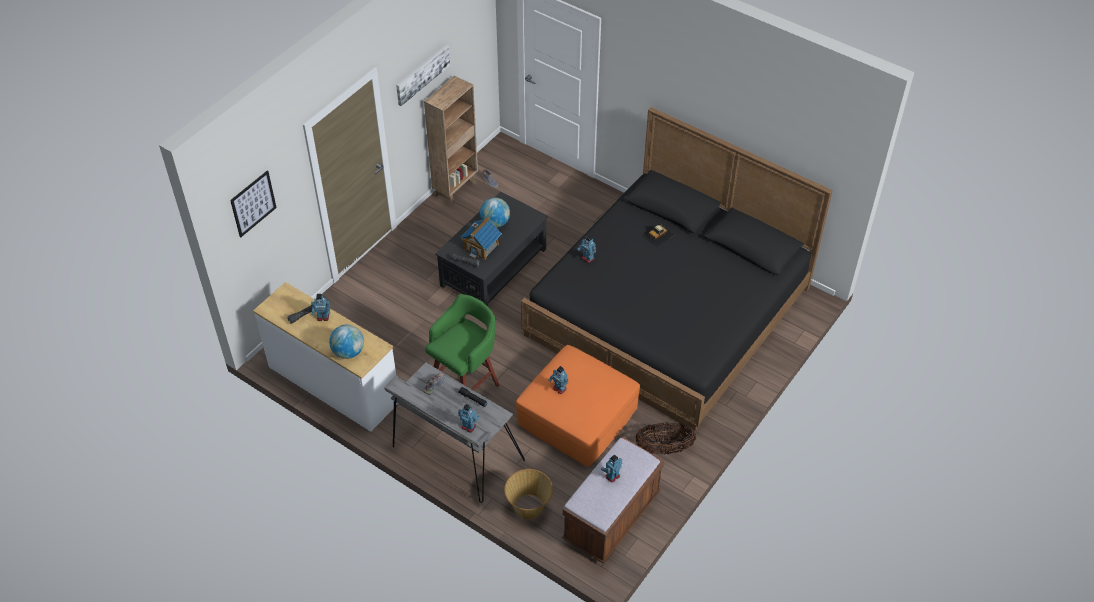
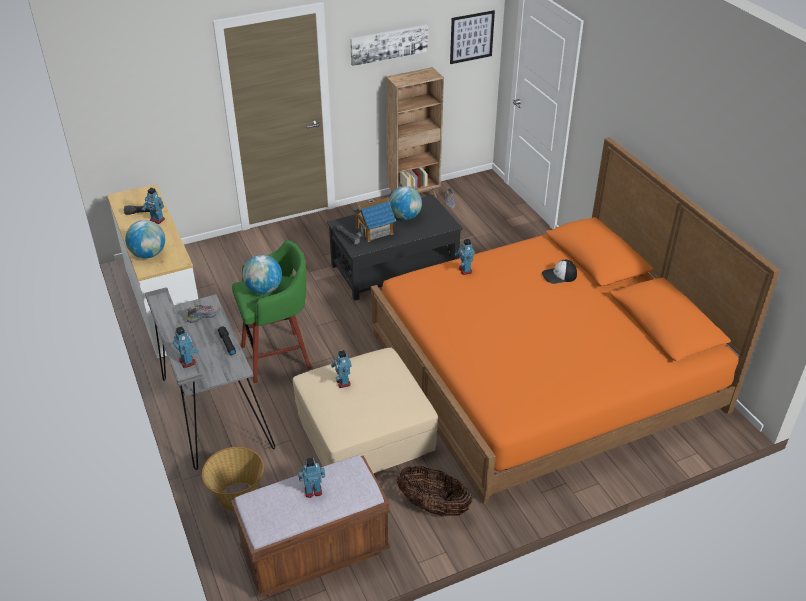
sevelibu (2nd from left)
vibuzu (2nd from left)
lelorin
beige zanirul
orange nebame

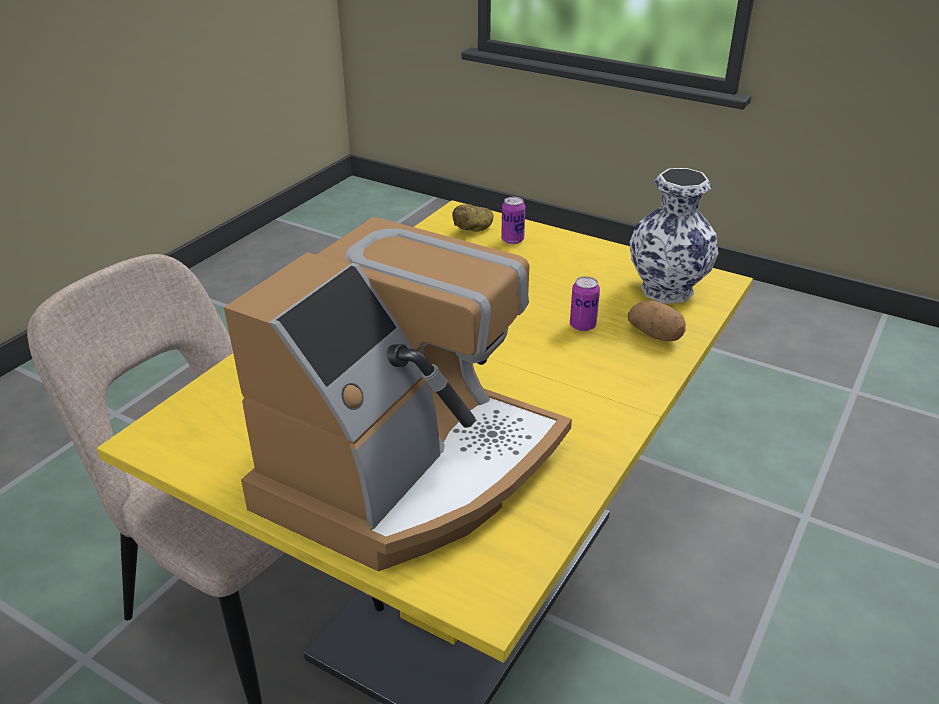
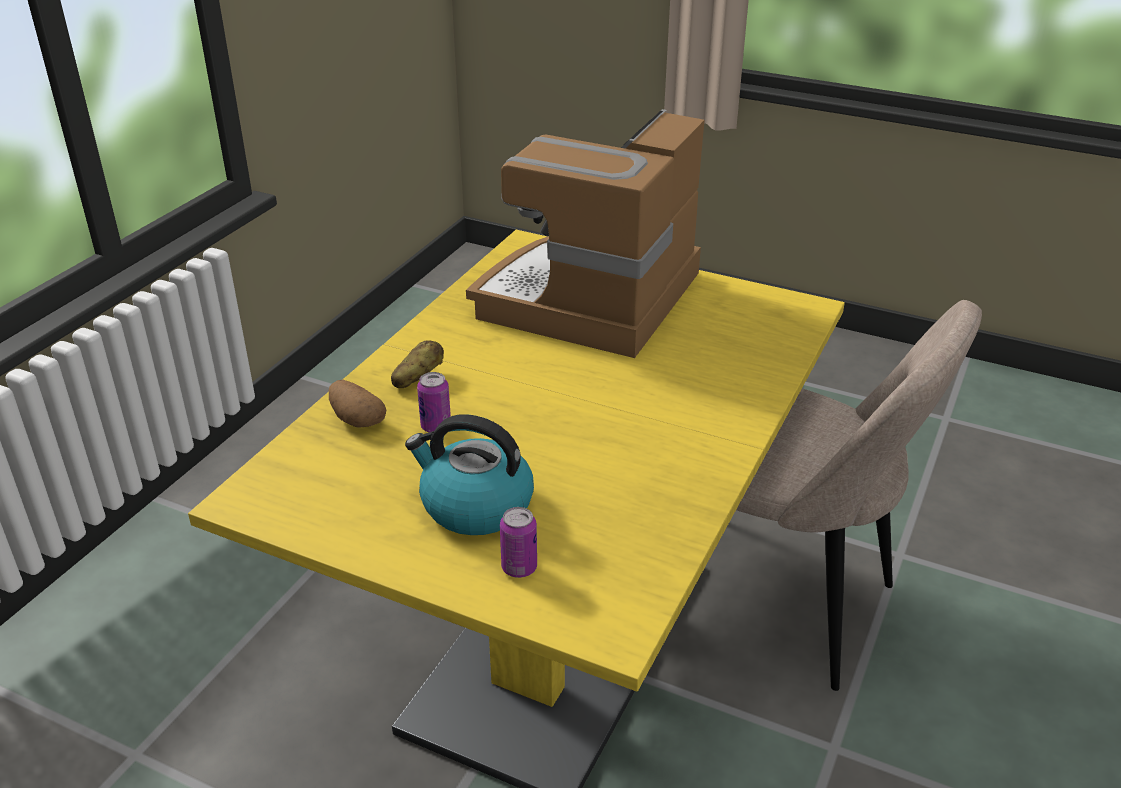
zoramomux
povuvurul
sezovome (2nd from left)

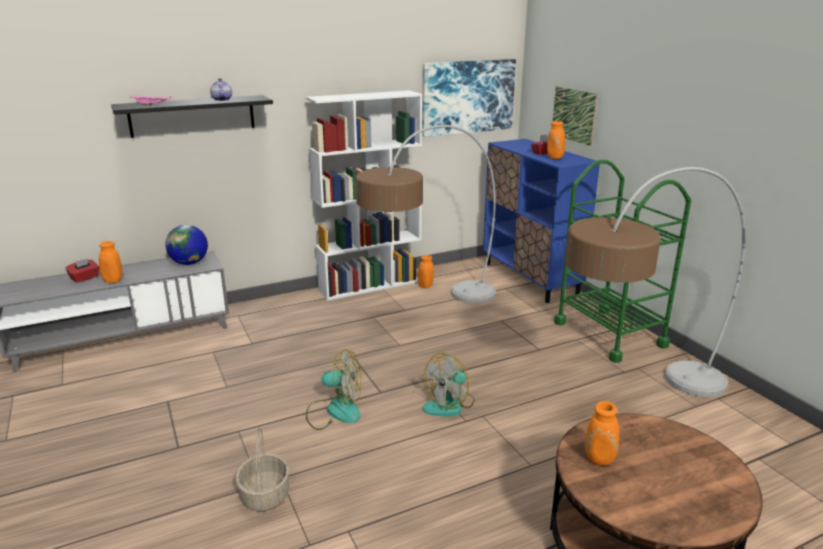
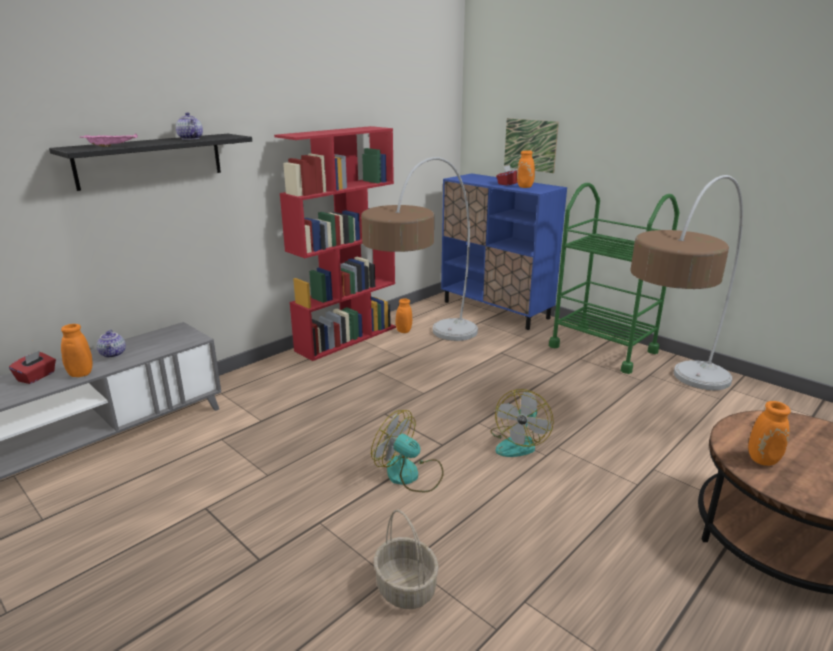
sevelibu
vibuzu (1st from left in the first image)
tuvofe (1st from left)
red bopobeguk
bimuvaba (1st from left)

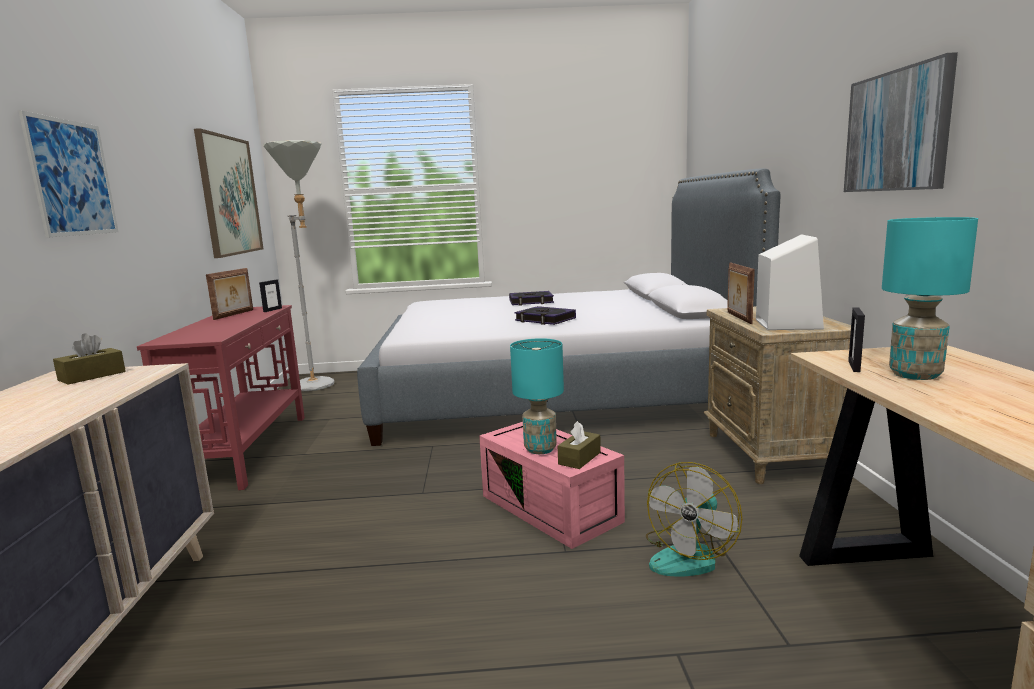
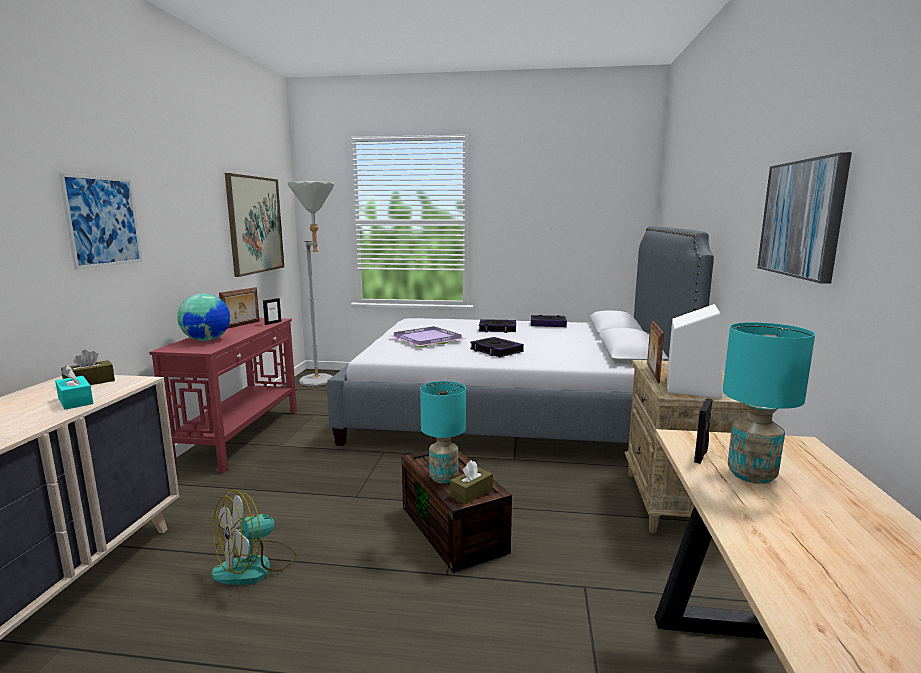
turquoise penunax
sevelibu
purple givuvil
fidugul (3rd from left)
bimuvaba
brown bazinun

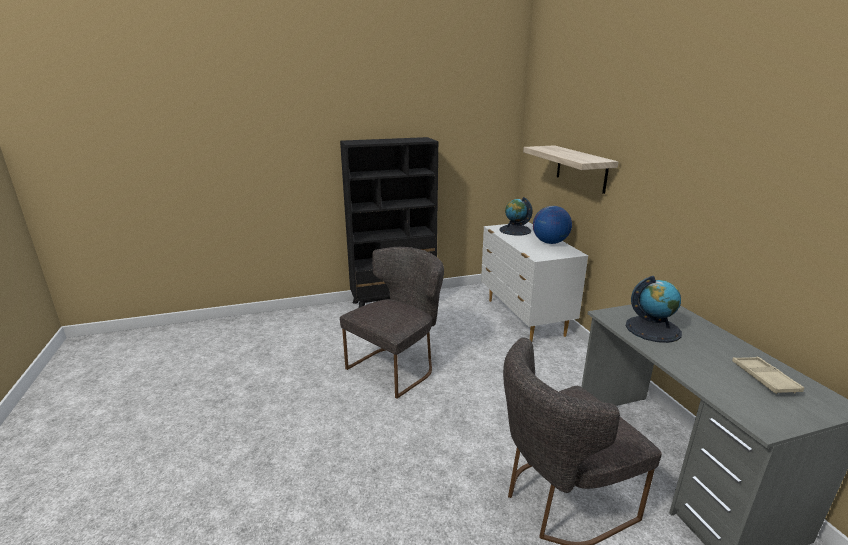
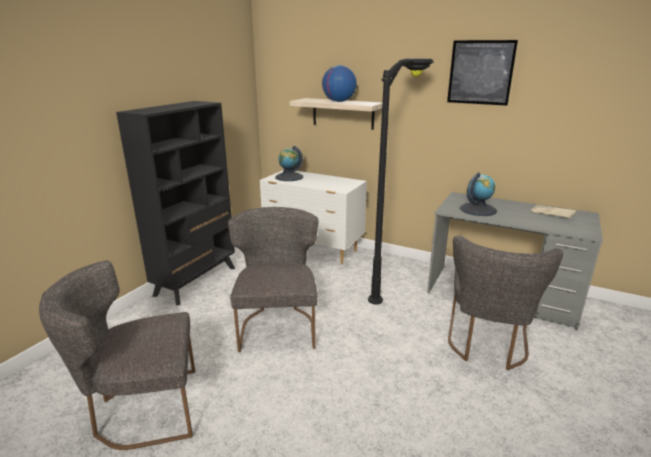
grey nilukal (1st from left)
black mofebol
vibuzu
sevelibu (2nd from left)

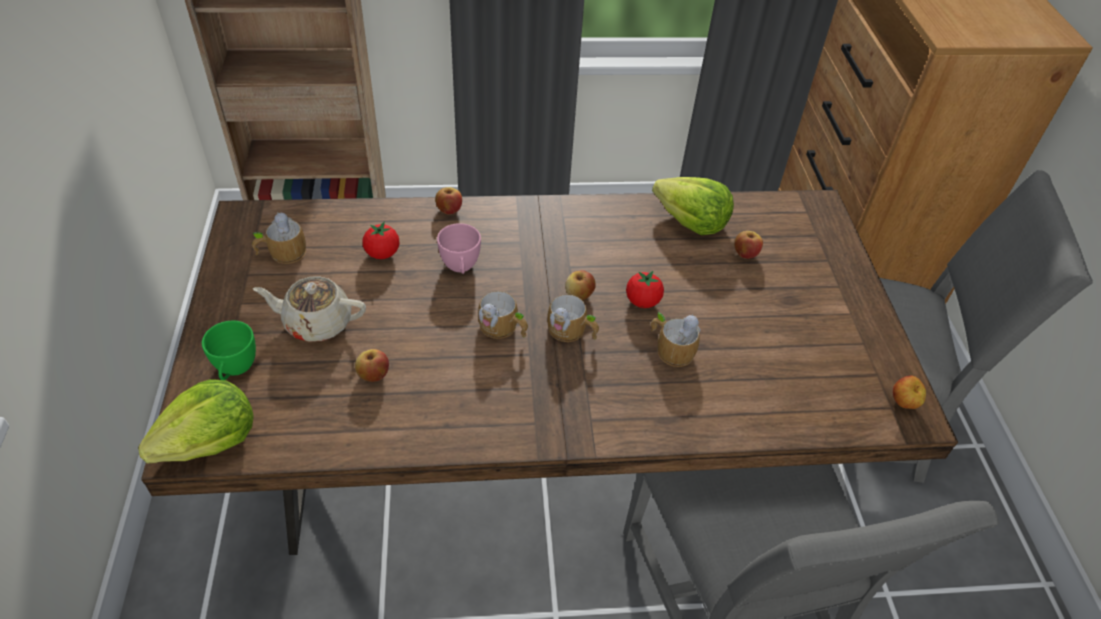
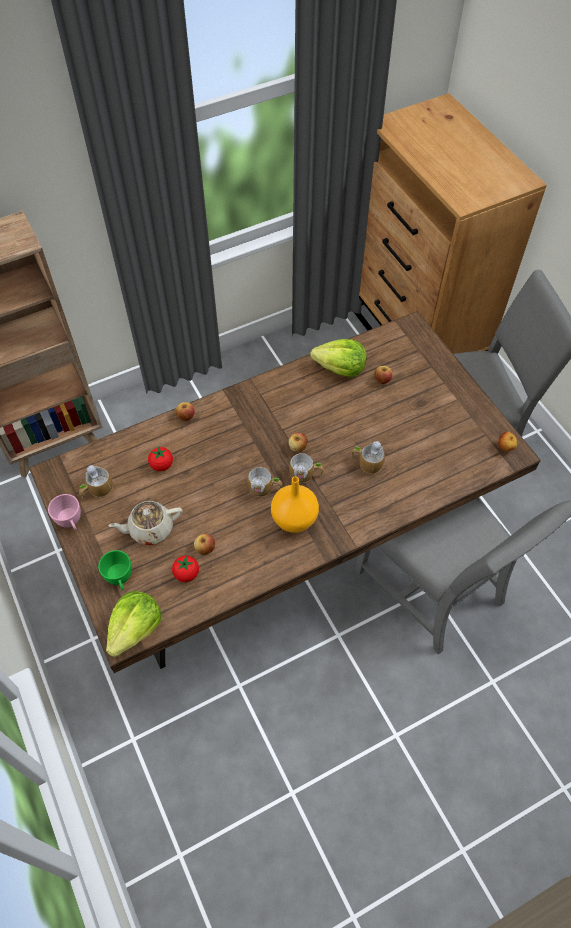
orange zoramomux
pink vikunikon
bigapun (2nd from left)

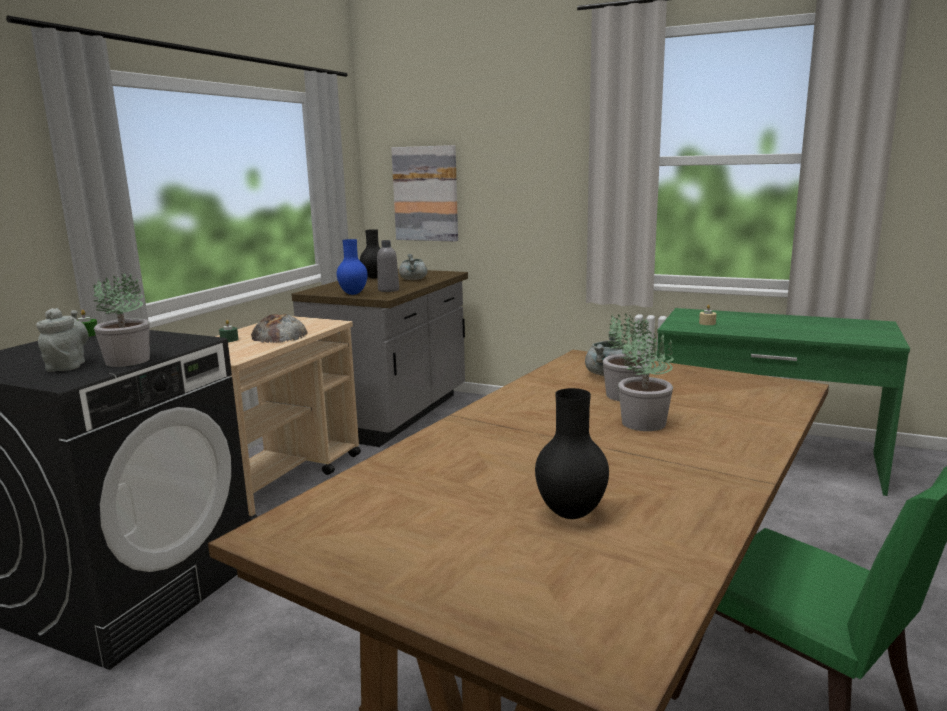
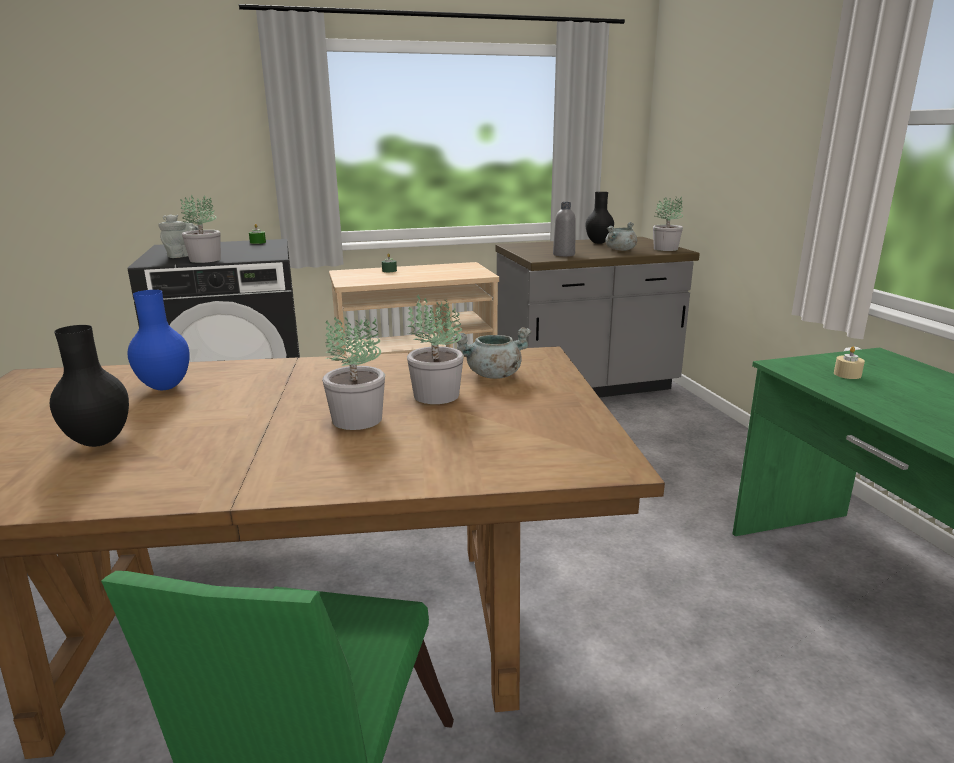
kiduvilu
vibuzu
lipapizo (4th from left)
blue zoramomux

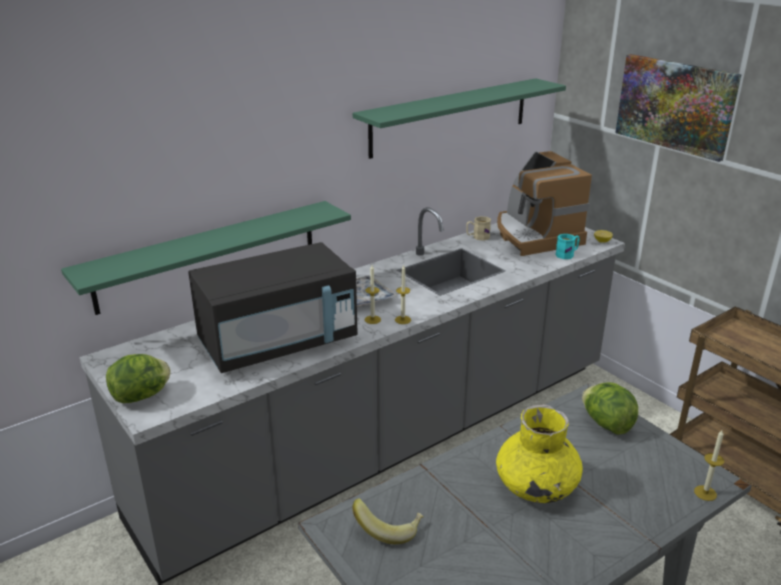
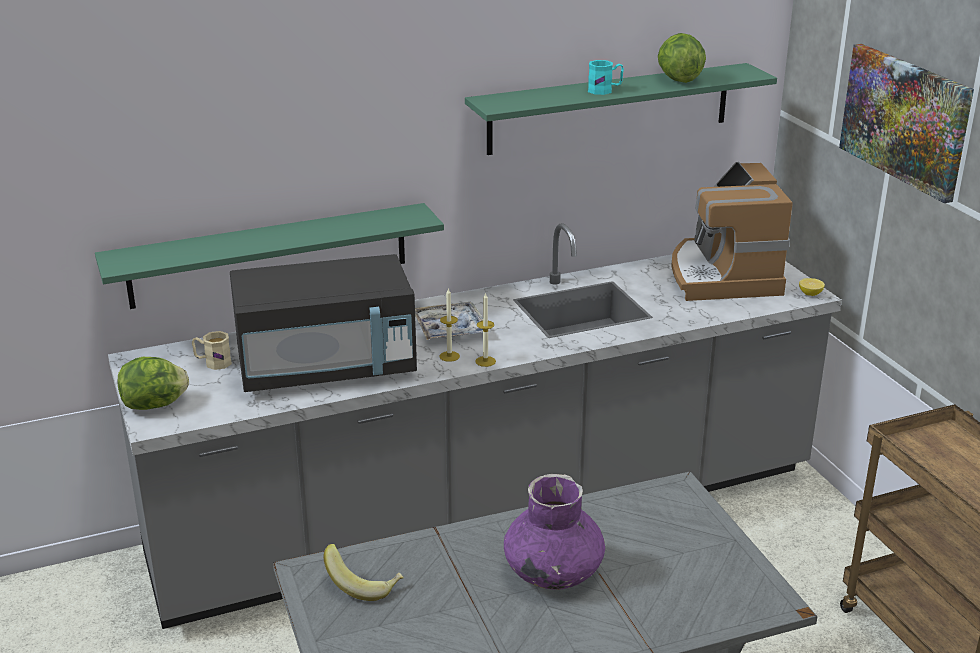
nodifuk (3rd from left in the first image)
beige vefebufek
turquoise vefebufek
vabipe (2nd from left)
purple zoramomux

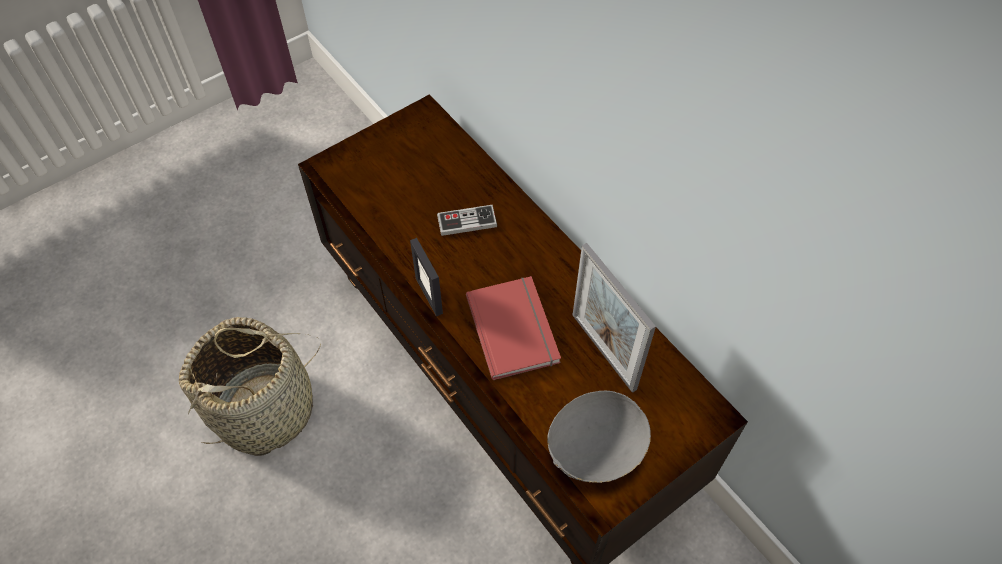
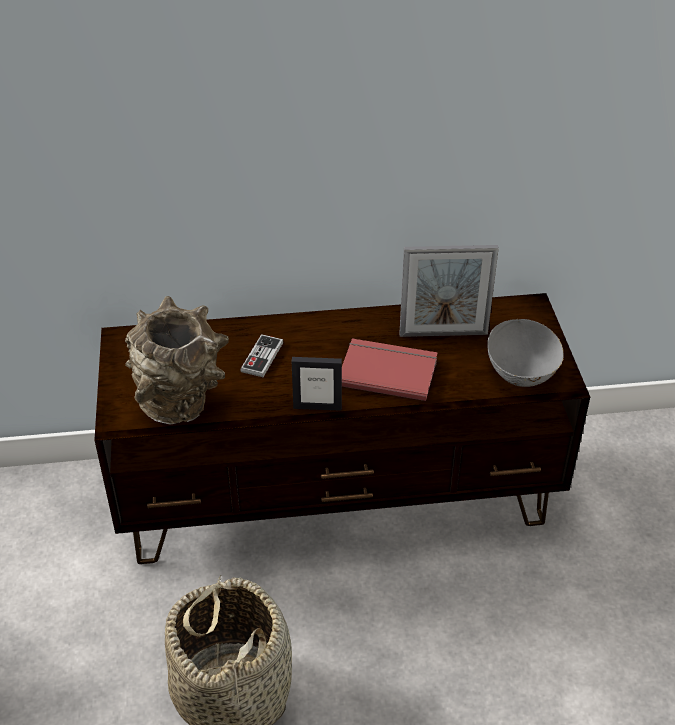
brown zoramomux

